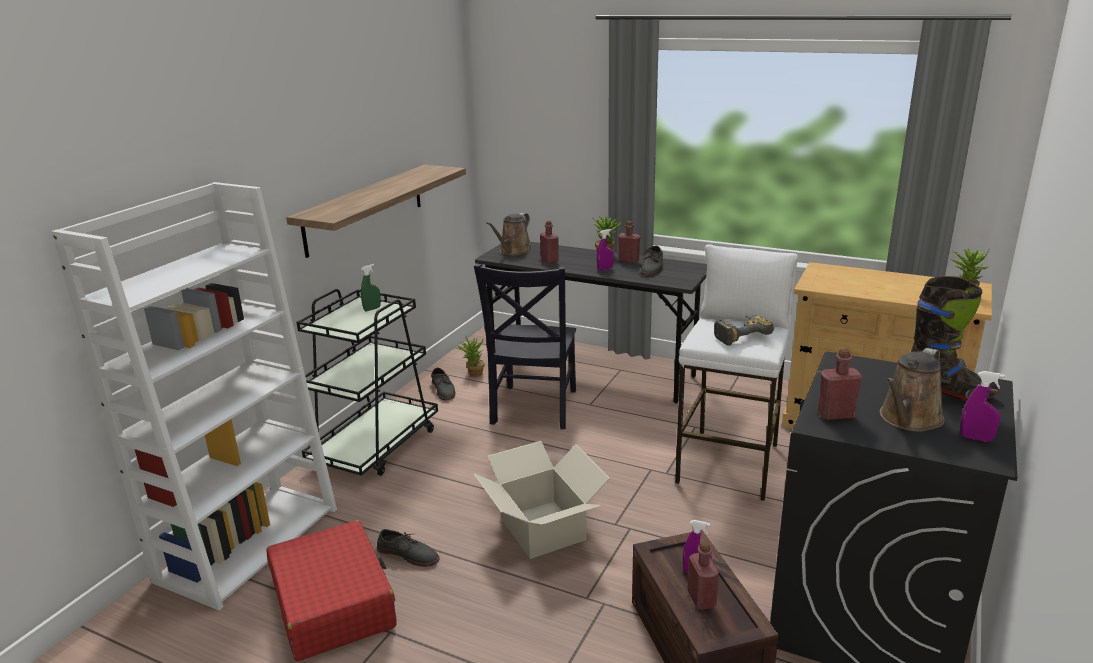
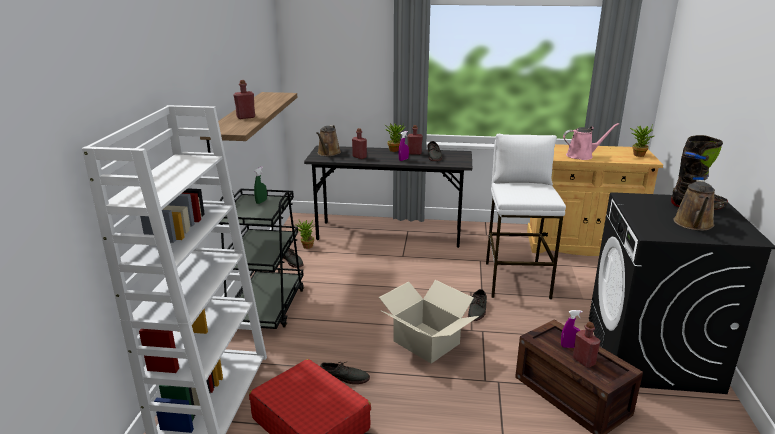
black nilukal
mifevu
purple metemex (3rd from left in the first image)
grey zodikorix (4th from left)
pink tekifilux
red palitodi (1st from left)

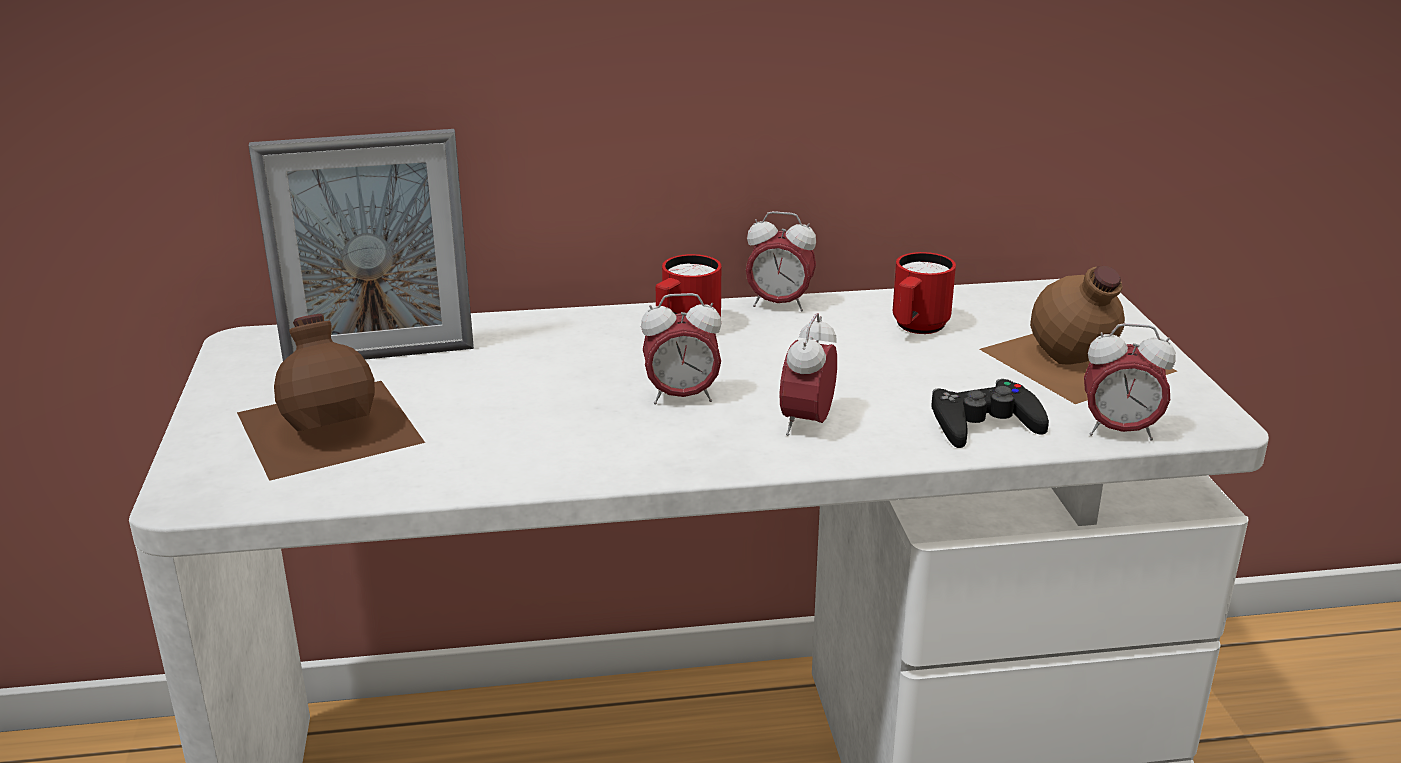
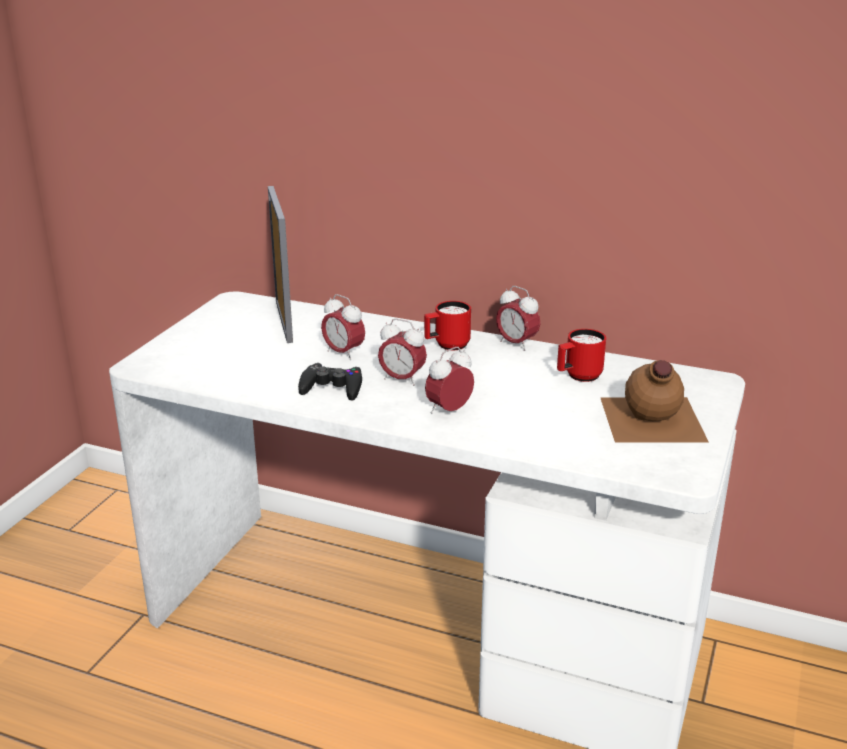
brown palitodi (1st from left in the first image)
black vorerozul
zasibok (1st from left)
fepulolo

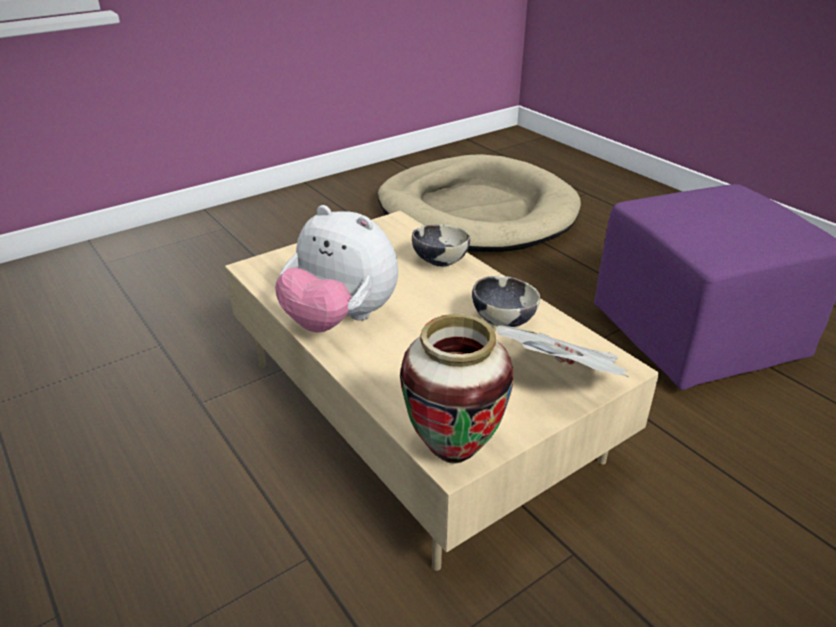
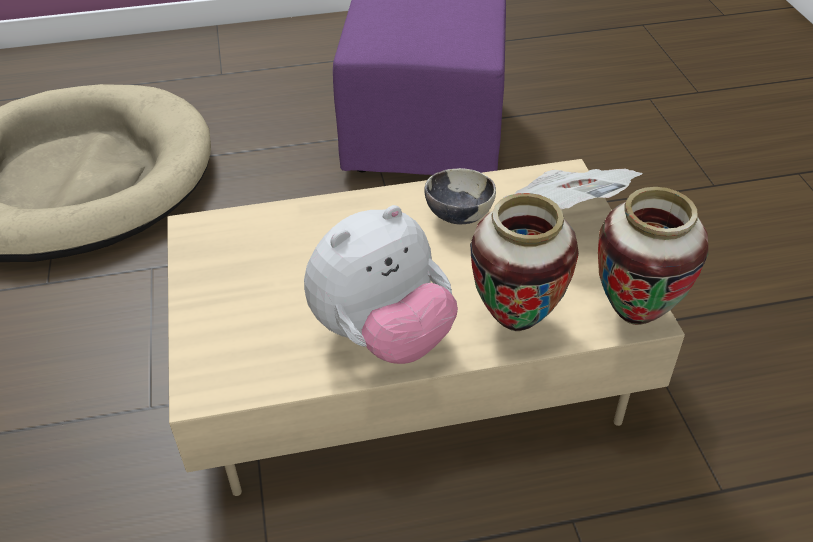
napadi (1st from left in the first image)
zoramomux (1st from left)

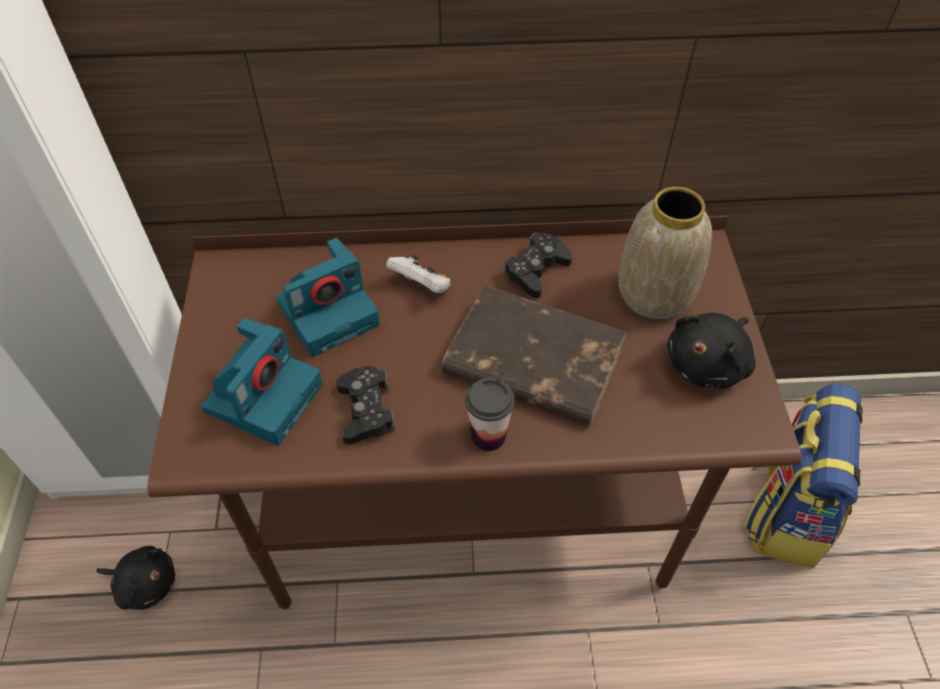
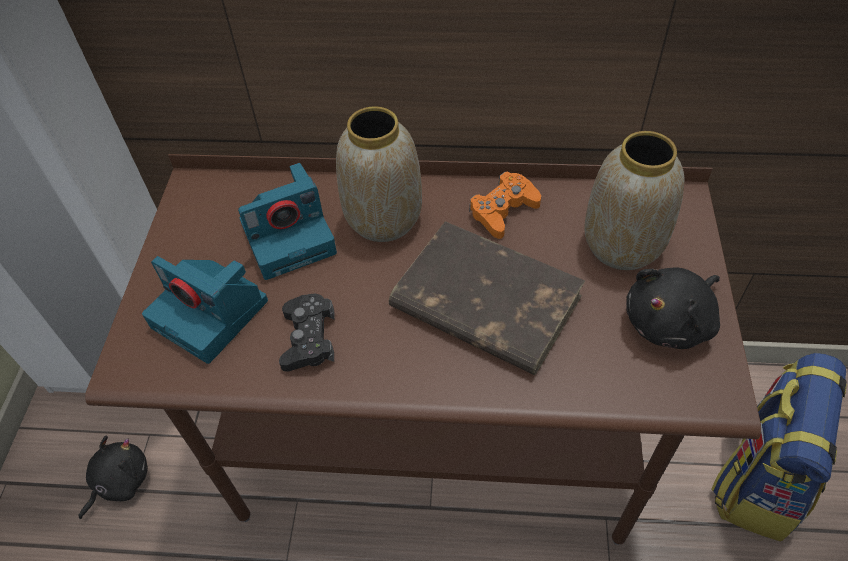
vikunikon
zoramomux (1st from left)
orange vorerozul
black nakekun (1st from left)
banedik (1st from left)

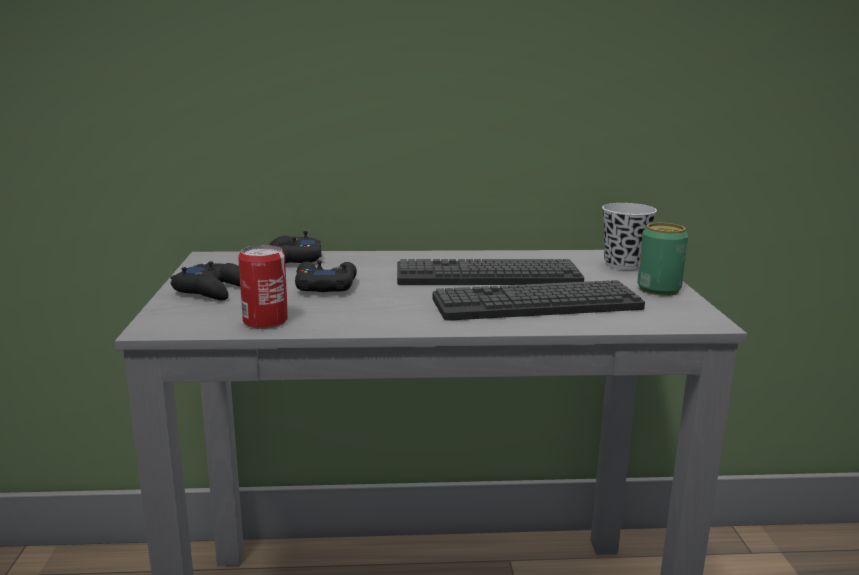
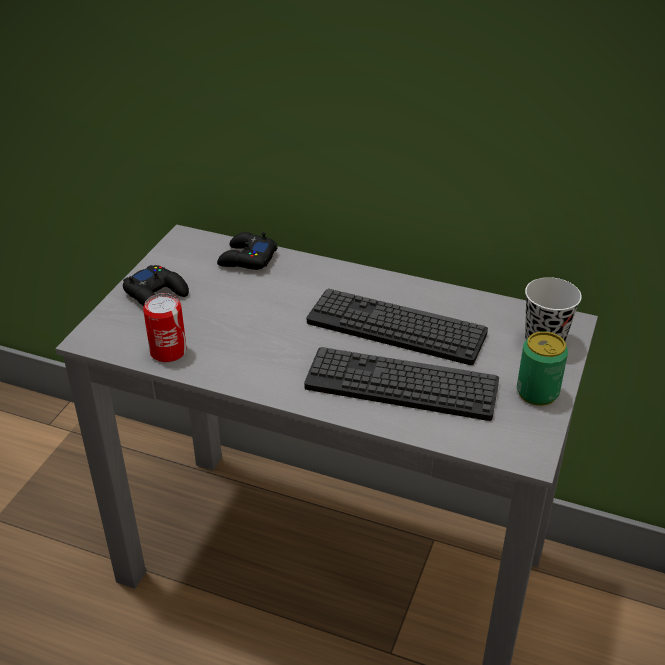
black vorerozul (3rd from left in the first image)

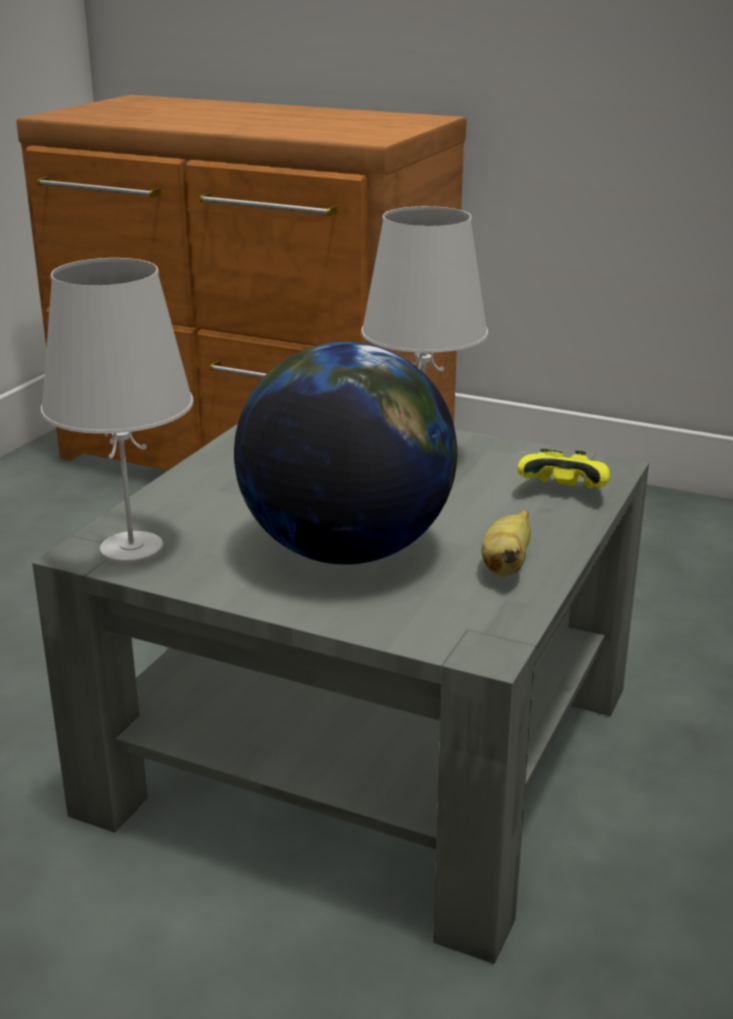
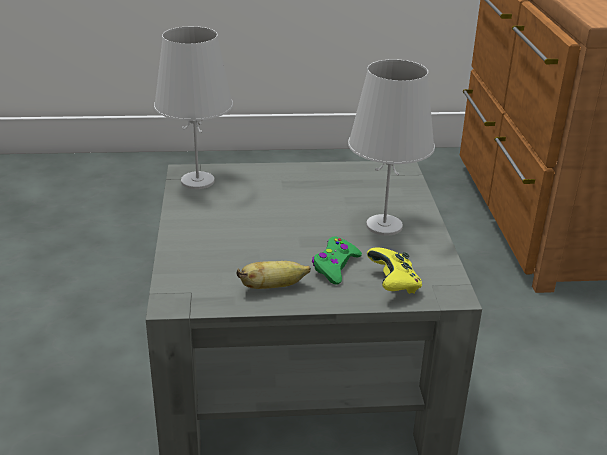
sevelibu
green vorerozul

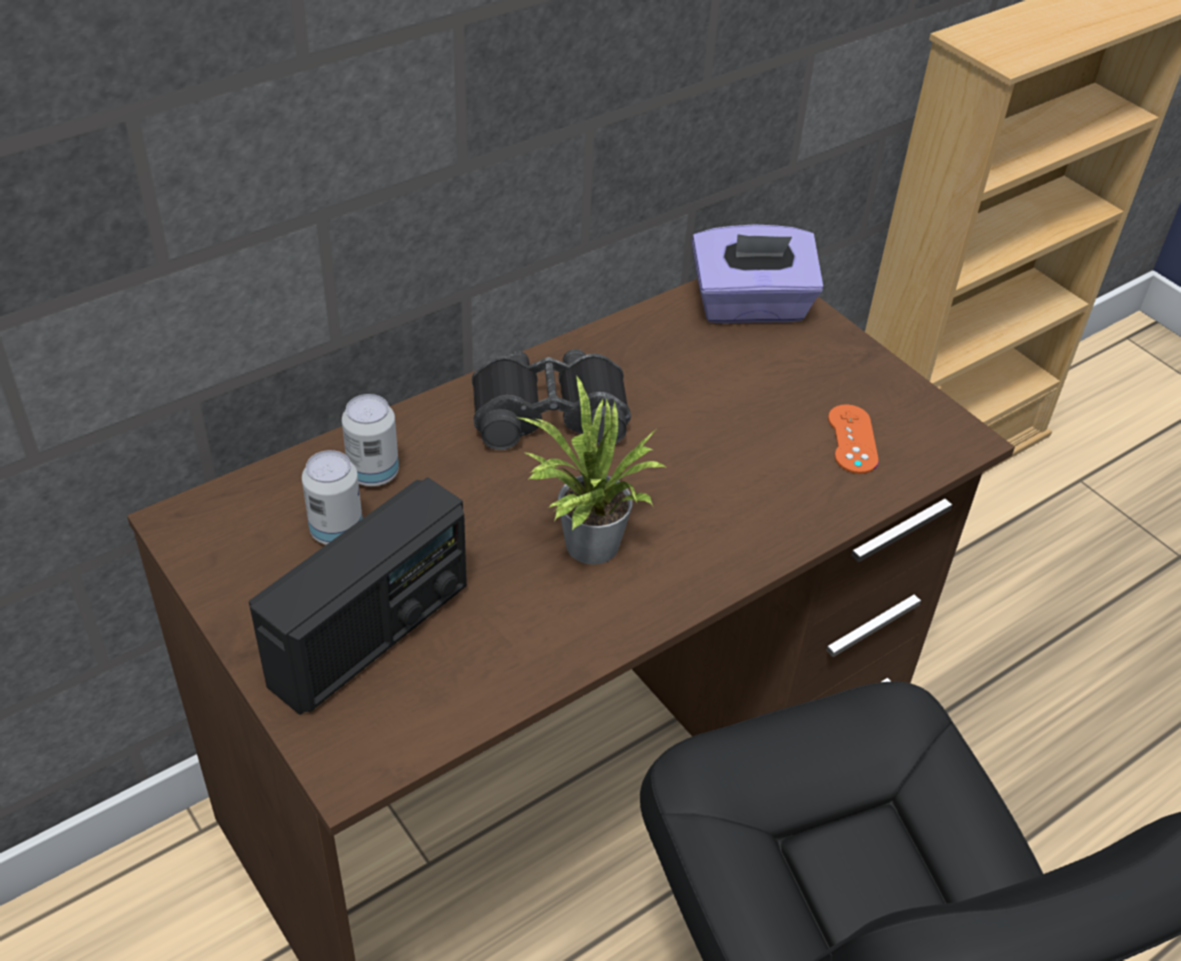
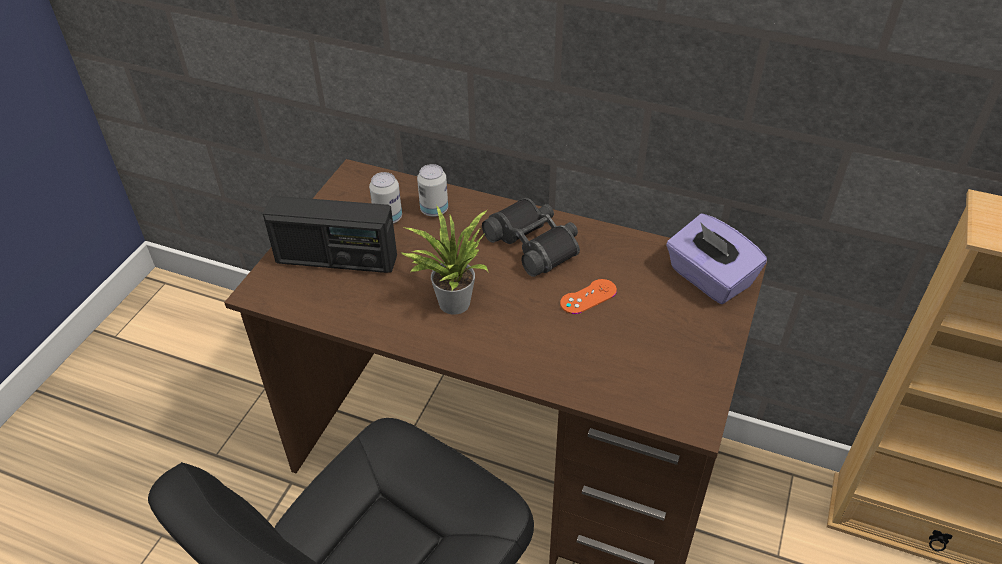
orange vorerozul

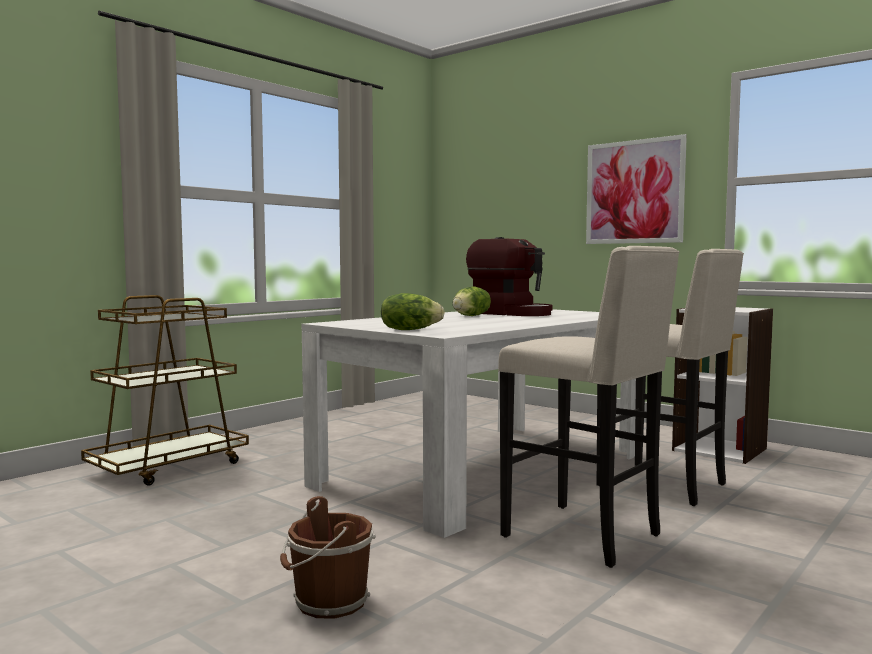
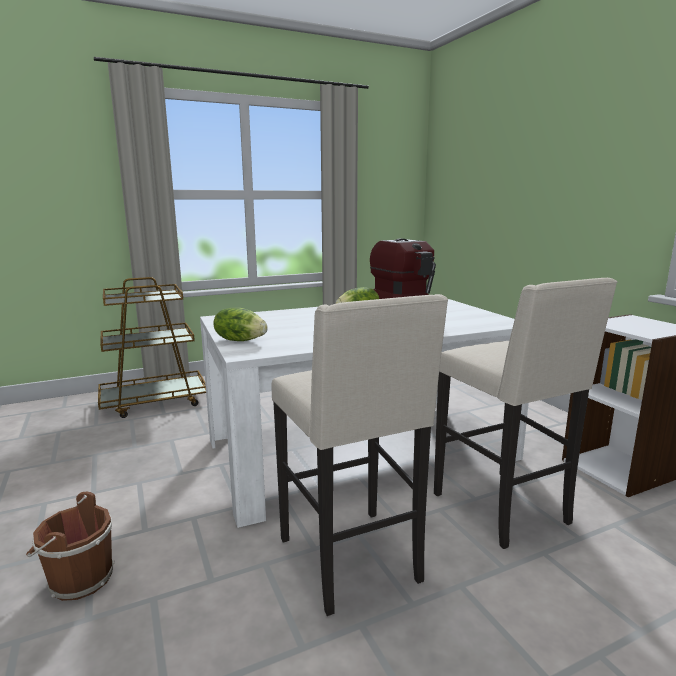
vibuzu

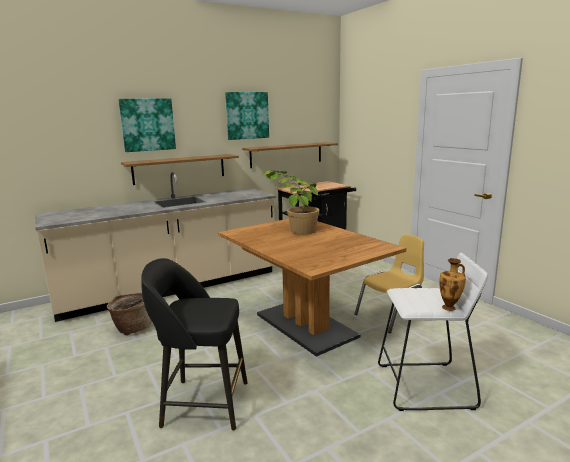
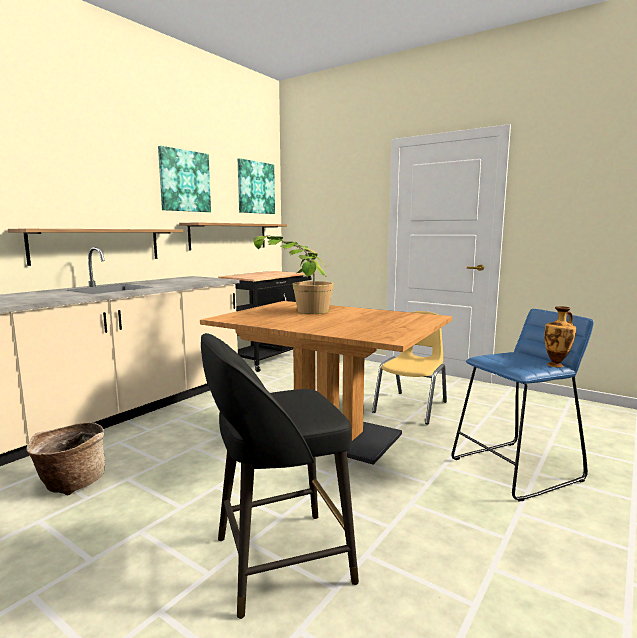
vibuzu (2nd from left)
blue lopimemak

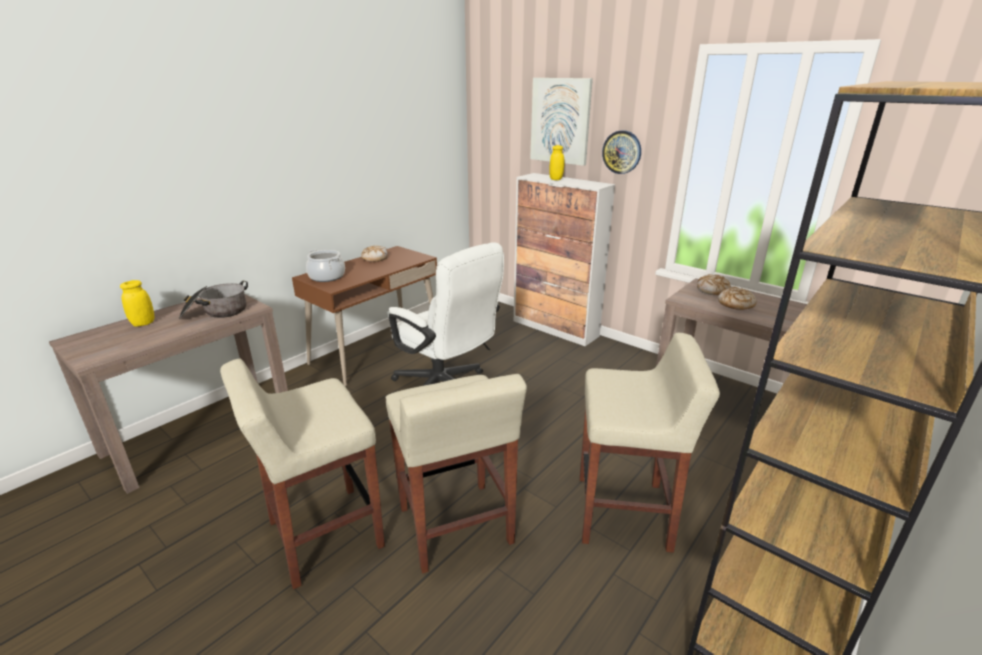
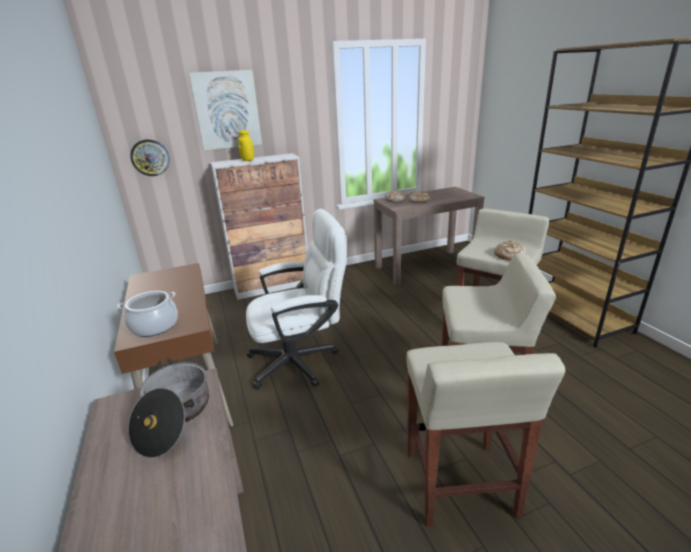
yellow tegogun (1st from left in the first image)
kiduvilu (3rd from left)
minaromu

